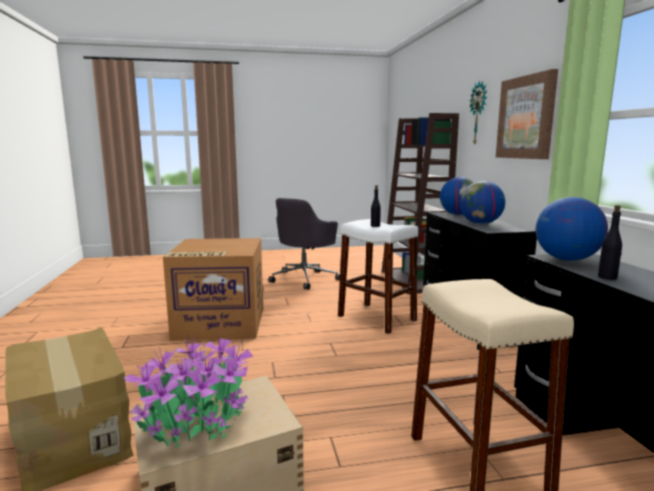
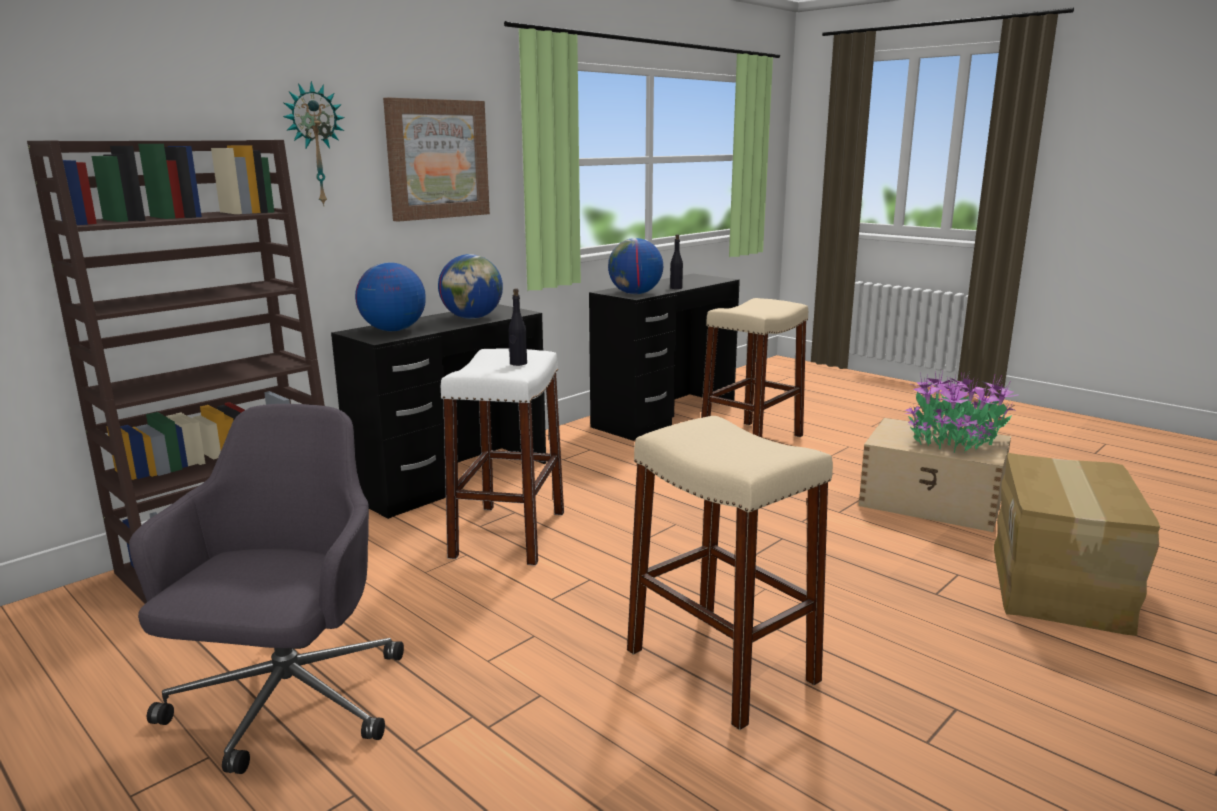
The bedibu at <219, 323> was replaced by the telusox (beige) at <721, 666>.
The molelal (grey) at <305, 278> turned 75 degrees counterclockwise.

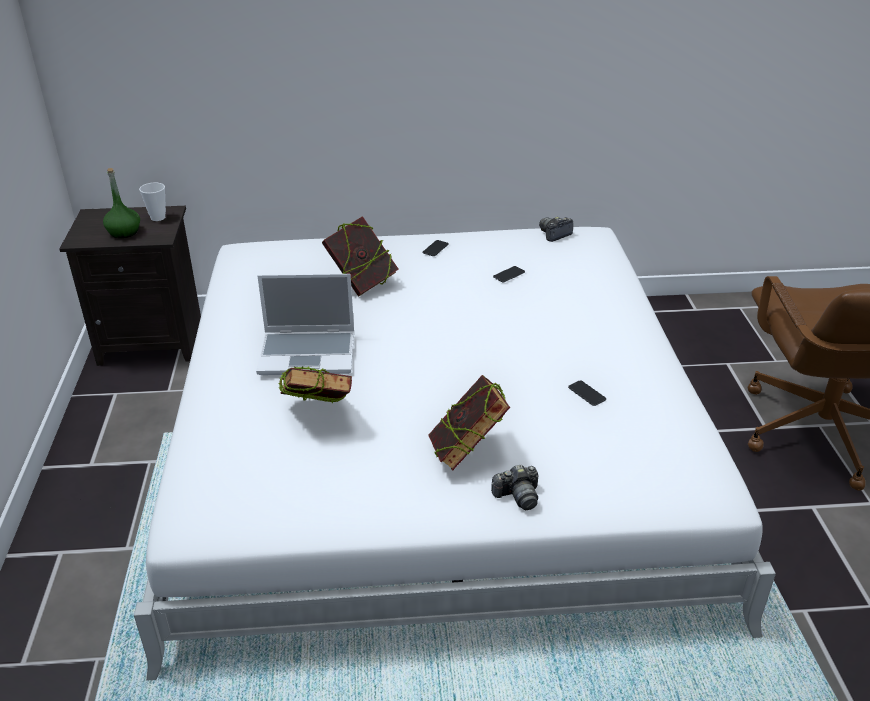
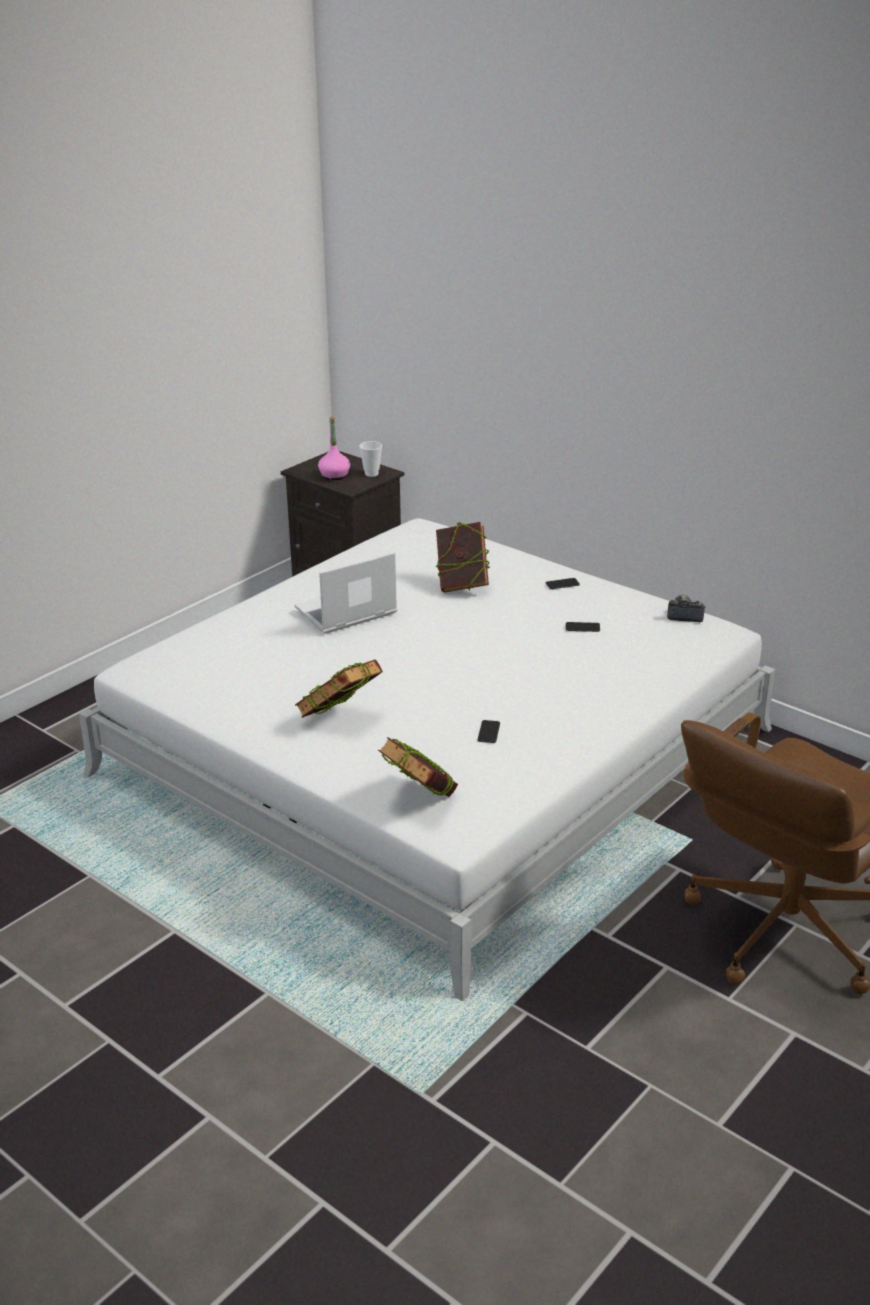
The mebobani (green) at <124, 232> became the mebobani (pink) at <334, 476>.
The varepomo at <309, 353> turned 105 degrees clockwise.
The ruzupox moved from <317, 416> to <419, 801>.
The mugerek at <517, 496> disappeared.

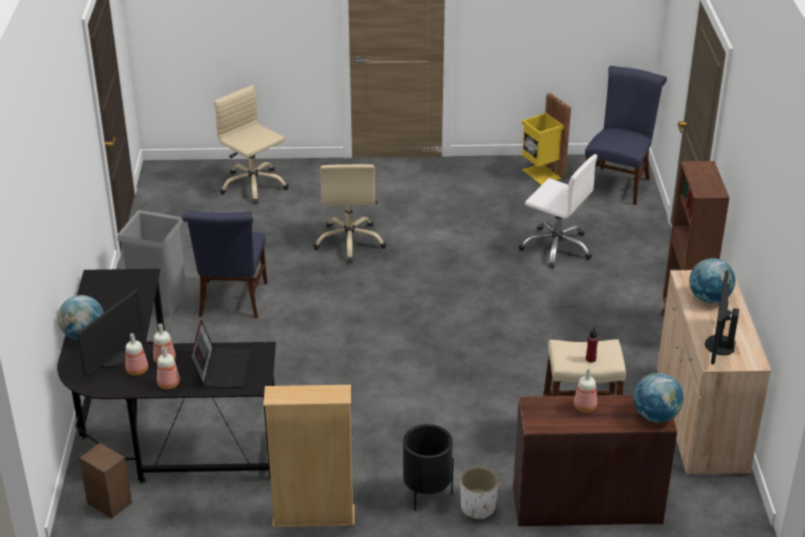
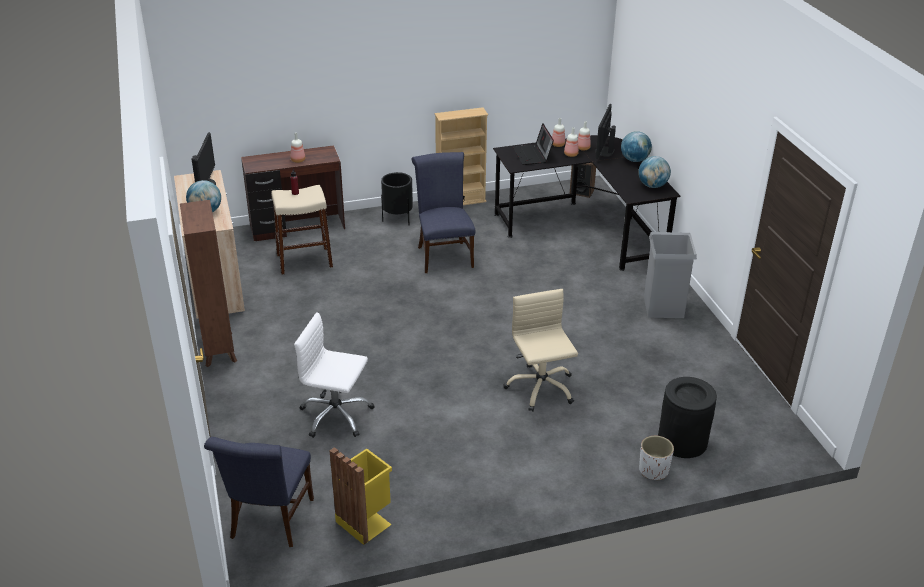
The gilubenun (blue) moved from <232, 302> to <444, 255>.
The molelal (beige) at <253, 186> was replaced by the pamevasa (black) at <682, 441>.
The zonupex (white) moved from <478, 508> to <653, 470>.
The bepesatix moved from <655, 416> to <652, 186>.

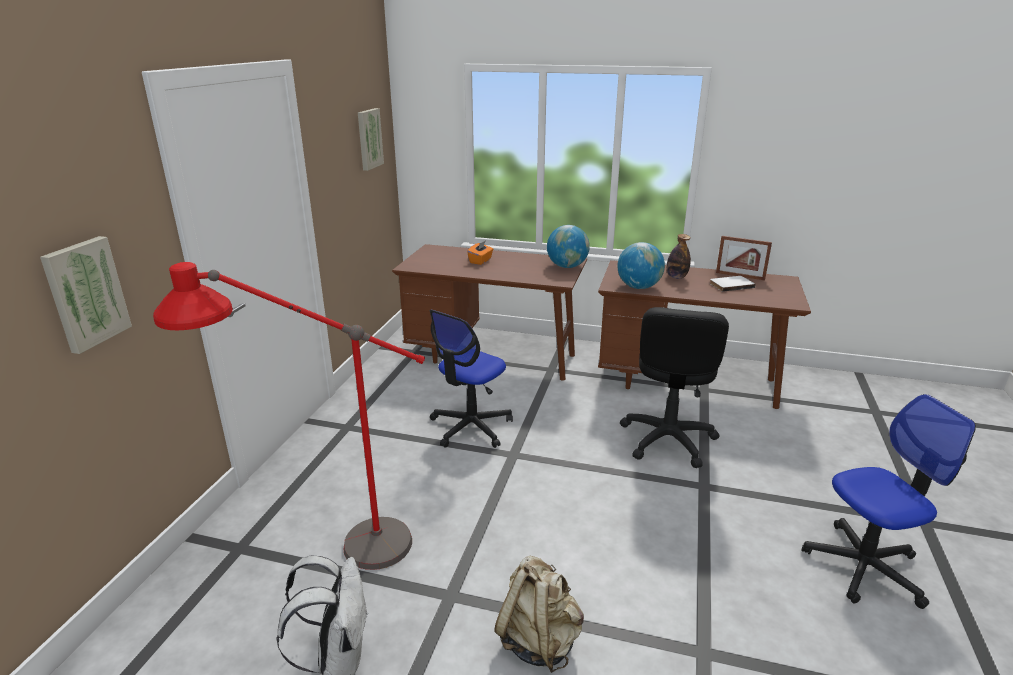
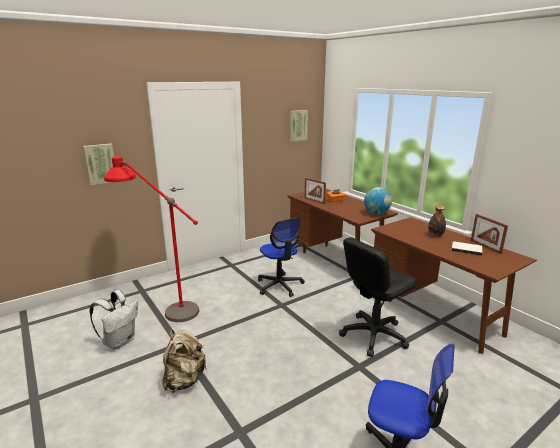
The molelal at <470, 427> turned 105 degrees counterclockwise.
The bepesatix at <638, 287> disappeared.
The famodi at <314, 201> appeared.

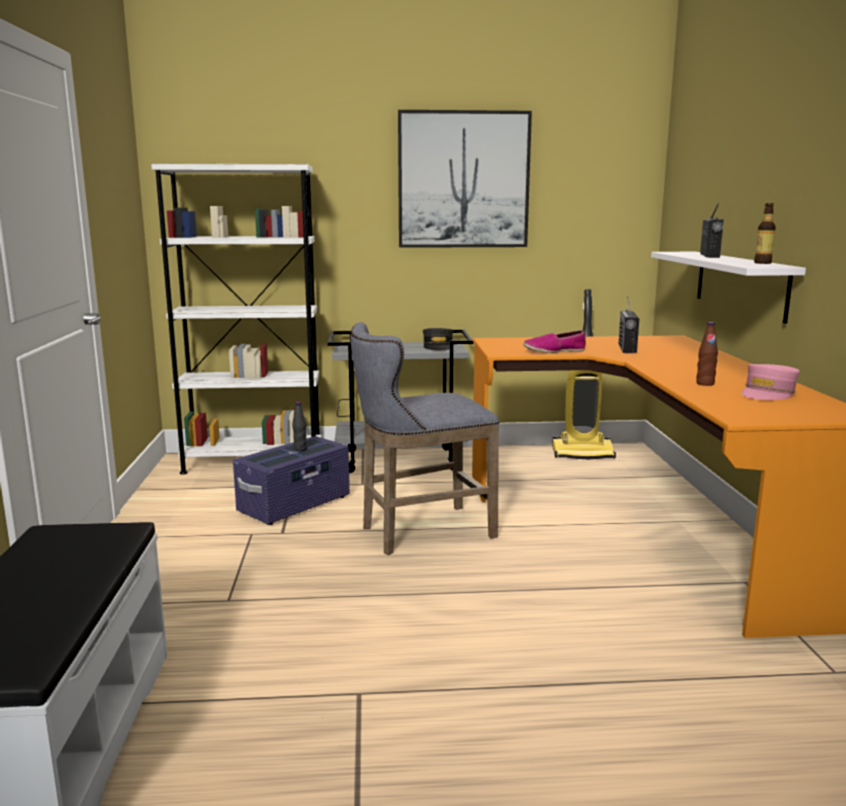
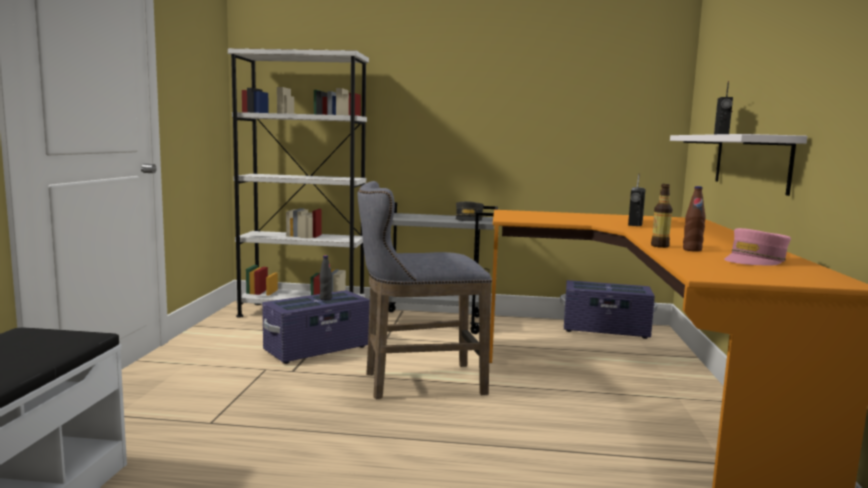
The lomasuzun at <463, 180> disappeared.
The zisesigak at <554, 351> disappeared.
The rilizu at <583, 453> was replaced by the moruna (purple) at <605, 330>.
The mebobani moved from <762, 263> to <659, 246>.

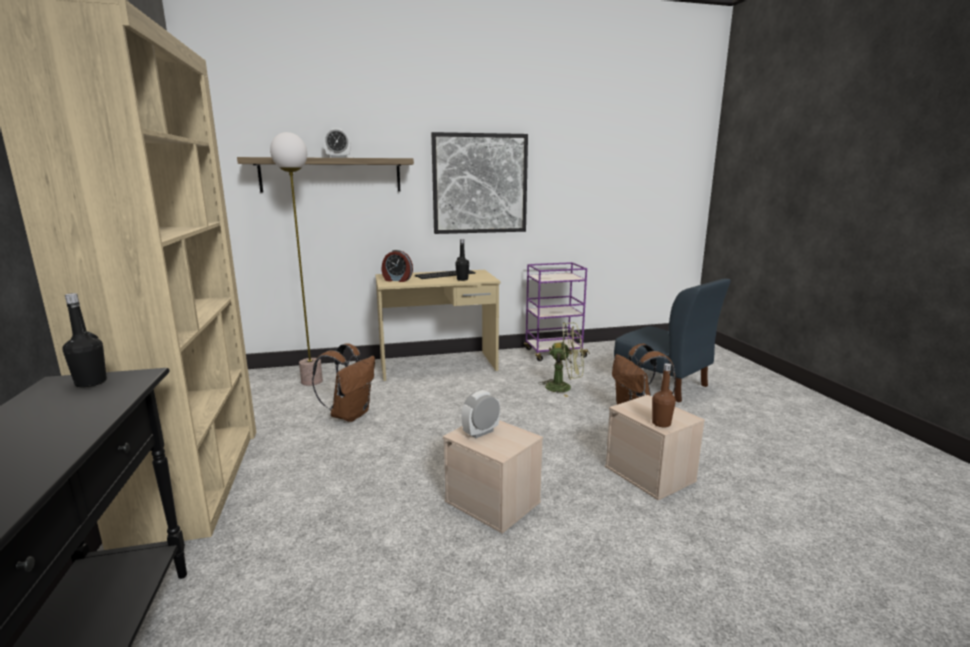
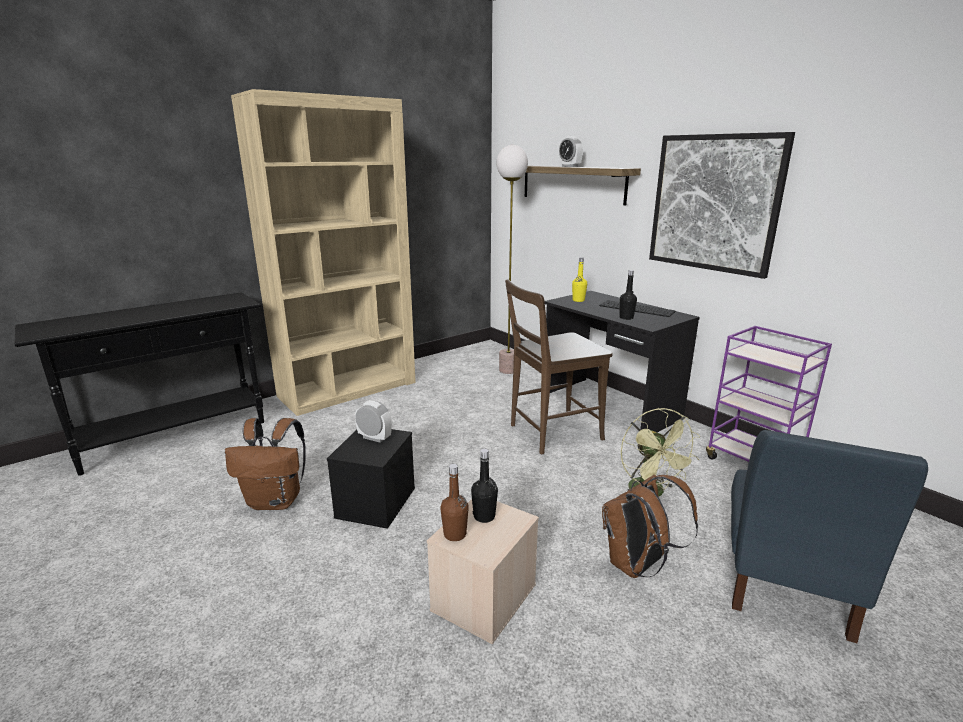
The mebobani (black) moved from <91, 383> to <484, 516>.
The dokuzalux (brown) moved from <350, 414> to <276, 501>.
The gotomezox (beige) at <438, 365> became the gotomezox (black) at <609, 406>.
The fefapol at <397, 280> was replaced by the mebobani (yellow) at <578, 300>.
The moruna (beige) at <494, 501> became the moruna (black) at <376, 503>.
The gilubenun (brown) at <551, 433> appeared.

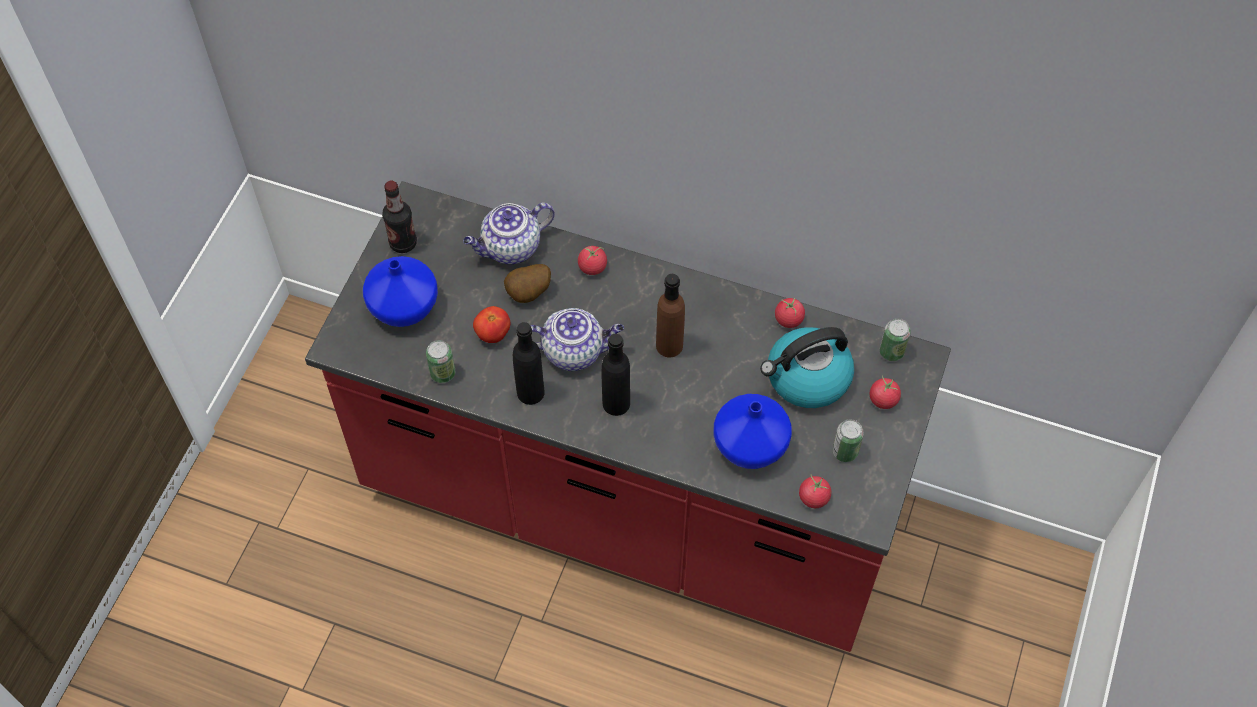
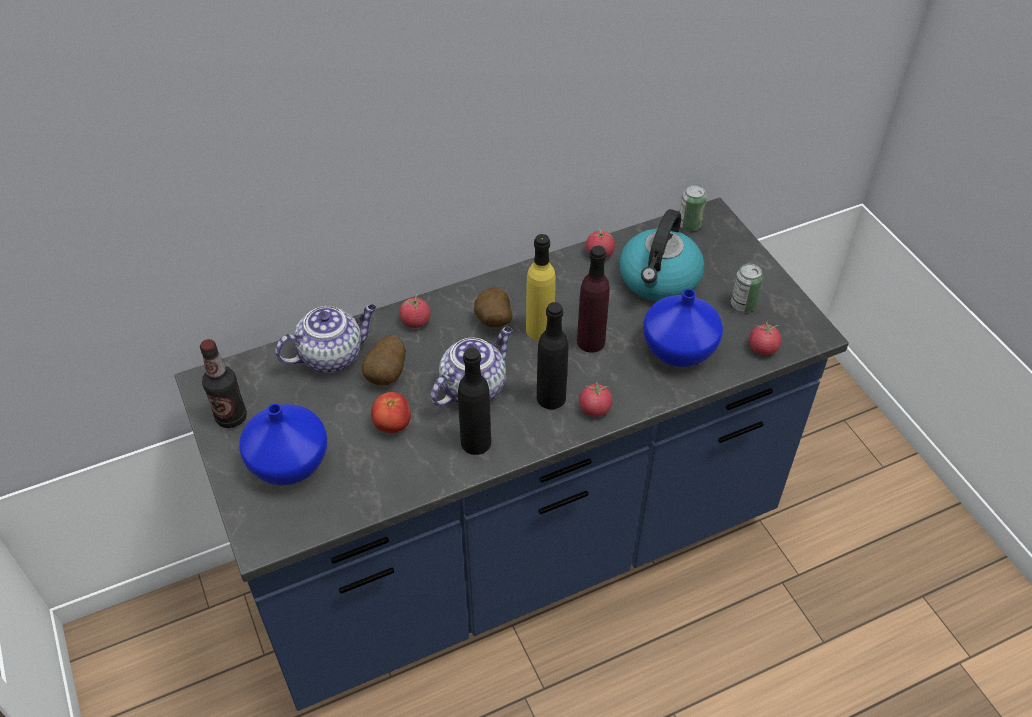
The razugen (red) at <628, 506> became the razugen (blue) at <516, 551>.
The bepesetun at <443, 373> disappeared.
The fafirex at <510, 248> turned 135 degrees counterclockwise.
The mebobani (brown) at <669, 345> became the mebobani (yellow) at <539, 330>.
The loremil moved from <883, 399> to <595, 409>.
The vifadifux at <493, 322> appeared.
The mebobani (purple) at <590, 342> appeared.

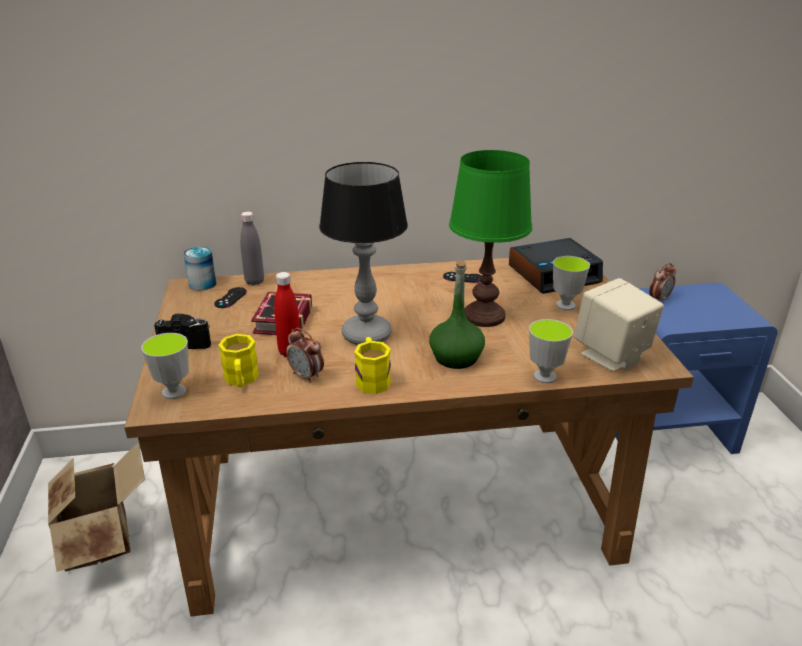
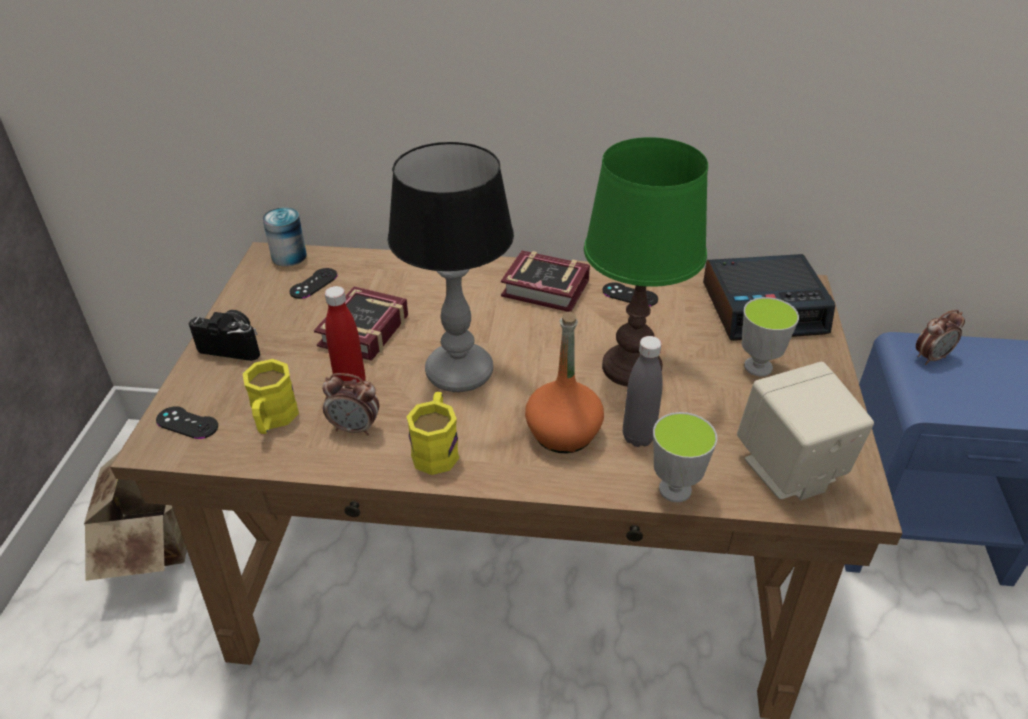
The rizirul at <174, 392> was replaced by the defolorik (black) at <187, 423>.
The mebobani (grey) moved from <254, 281> to <638, 437>.
The fefapol at <306, 376> turned 45 degrees counterclockwise.
The mebobani (green) at <456, 358> became the mebobani (orange) at <563, 433>.
The ruzupox at <548, 290> appeared.

